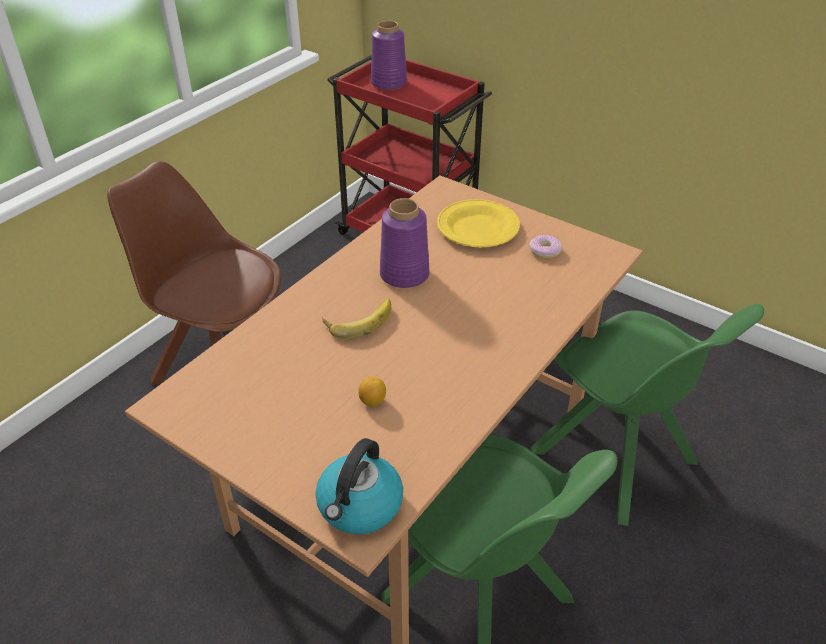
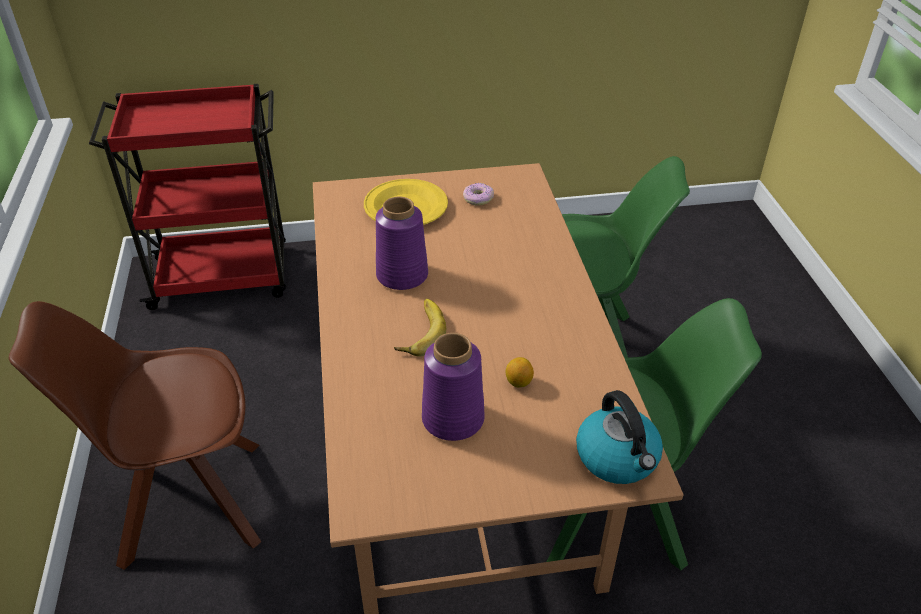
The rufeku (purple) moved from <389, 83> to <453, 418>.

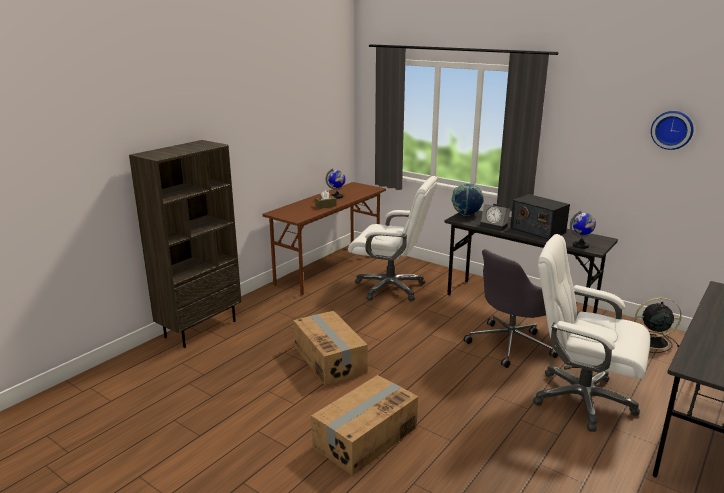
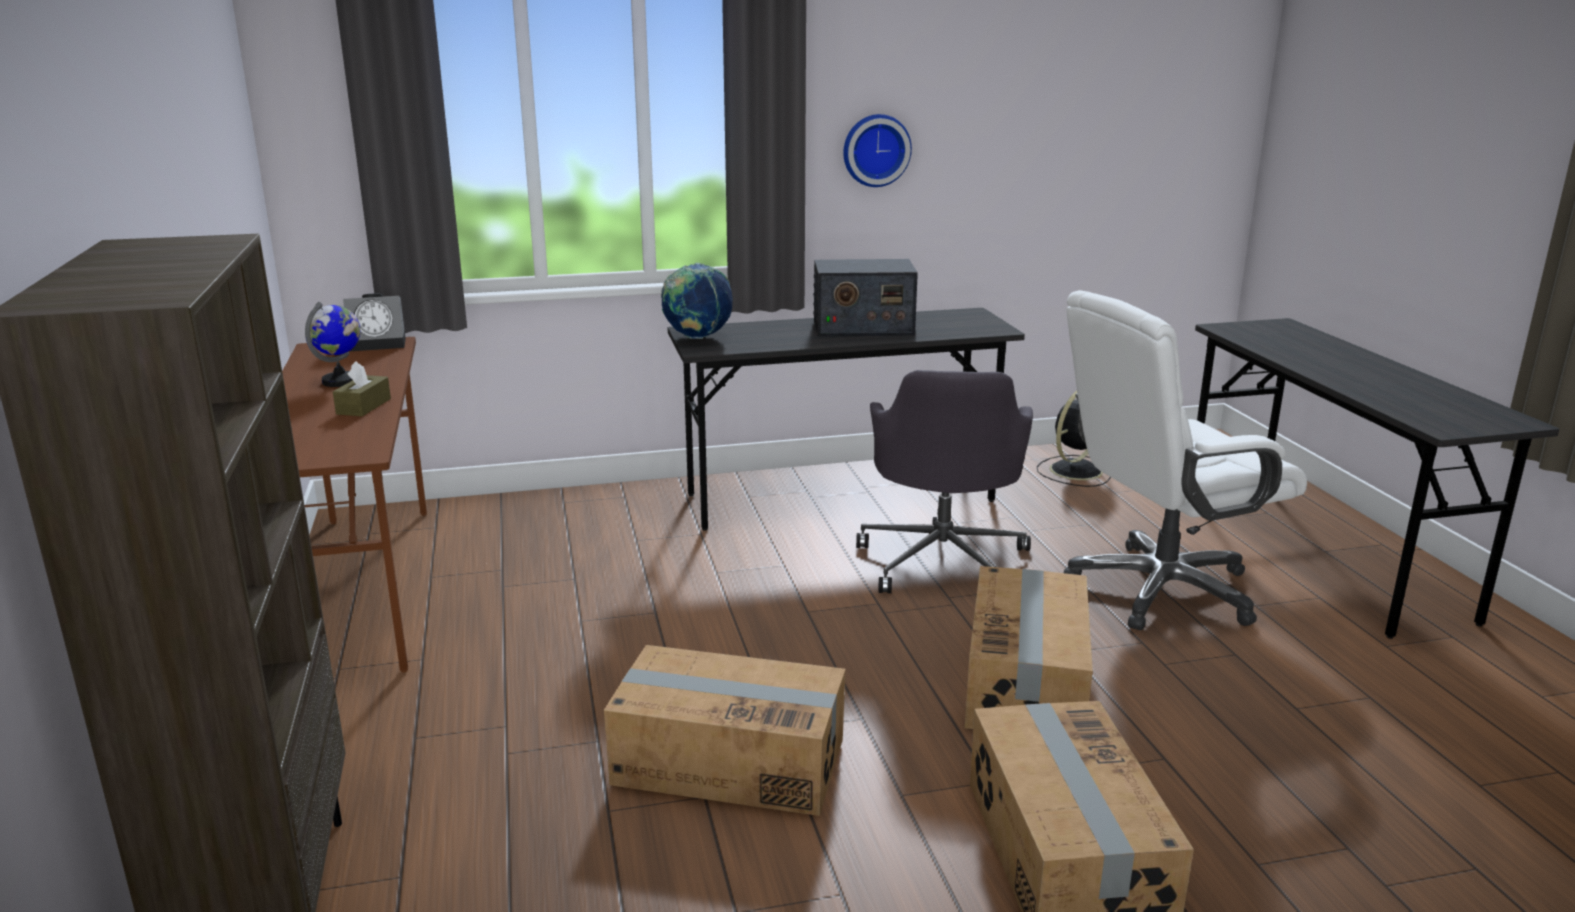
The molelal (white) at <391, 287> disappeared.
The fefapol moved from <495, 226> to <379, 343>.
The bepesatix at <580, 245> disappeared.
The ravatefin moved from <672, 129> to <875, 150>.
The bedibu at <1027, 681> appeared.

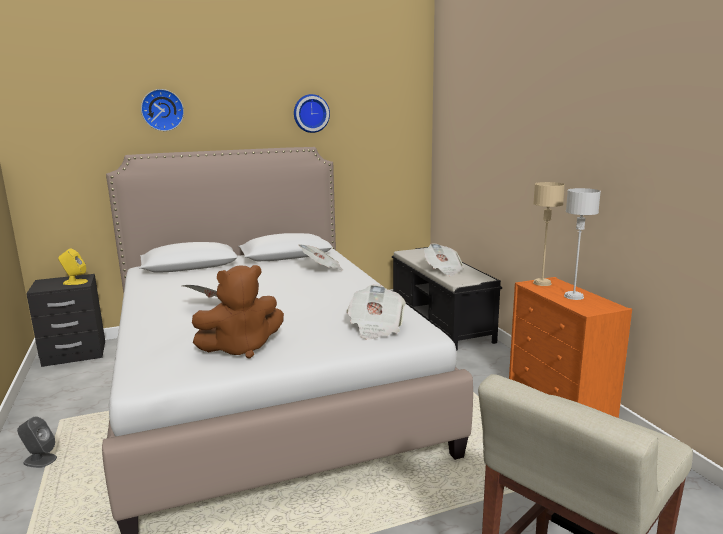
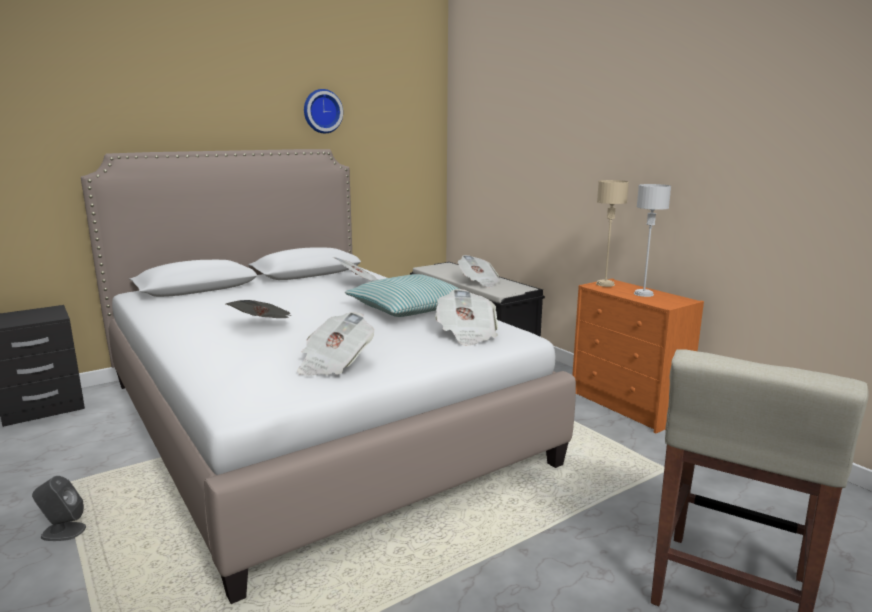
The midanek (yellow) at <75, 282> disappeared.
The ravatefin at <162, 110> disappeared.
The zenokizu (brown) at <241, 348> was replaced by the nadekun at <334, 364>.
The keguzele at <408, 309> appeared.

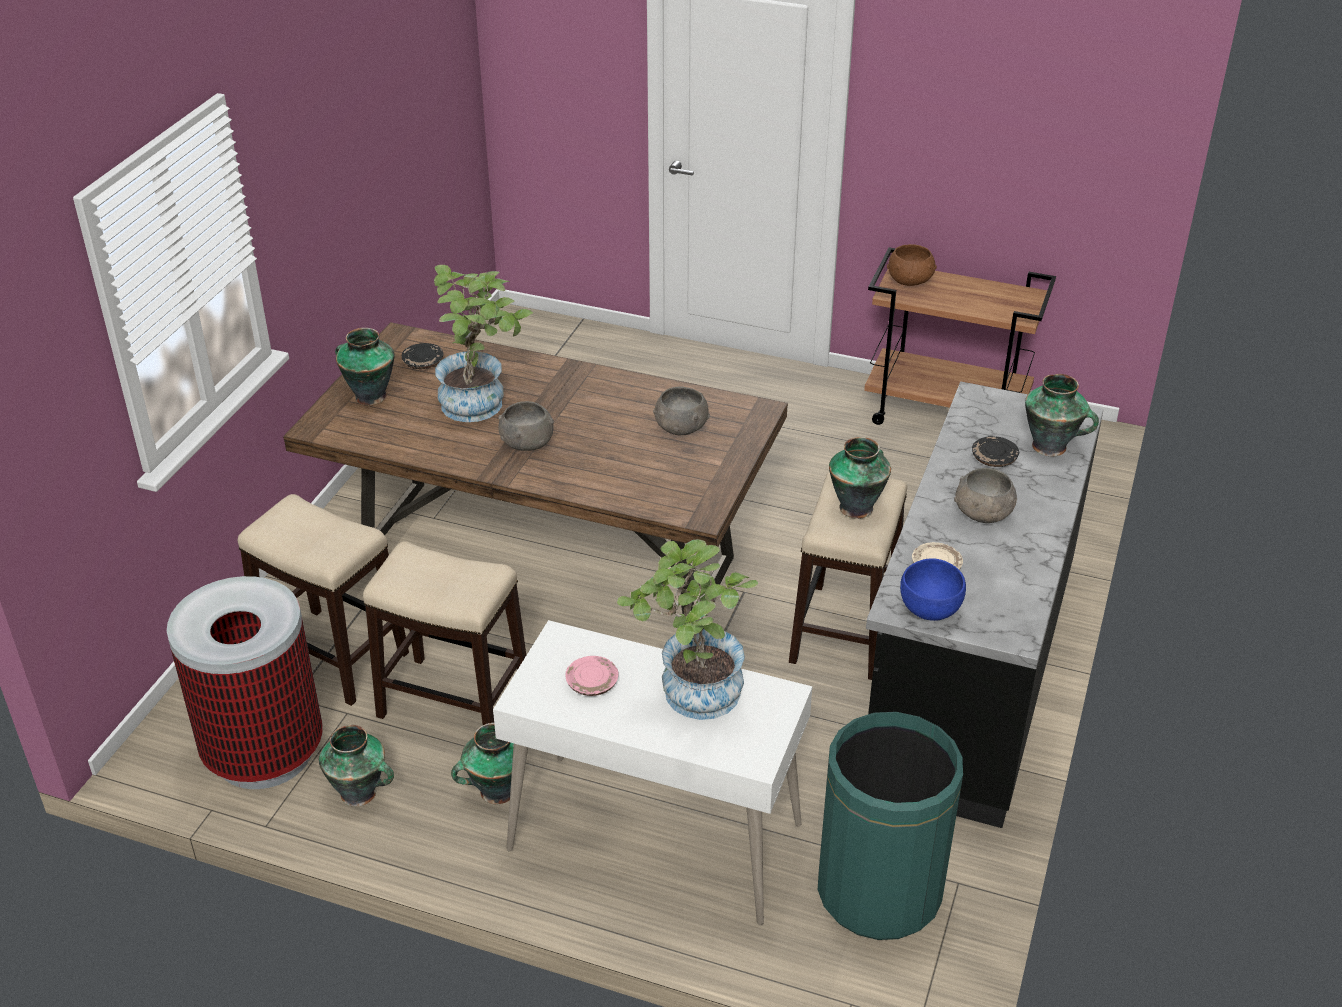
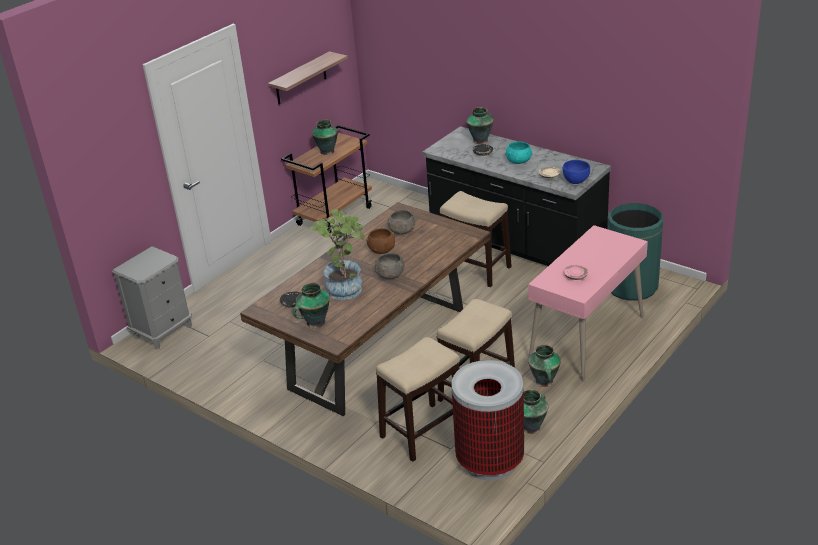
The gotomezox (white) at <654, 838> became the gotomezox (pink) at <587, 339>.
The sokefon at <691, 696> disappeared.
The rufeku moved from <857, 507> to <326, 151>.
The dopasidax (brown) moved from <910, 280> to <382, 250>.
The dopasidax (grey) at <983, 514> became the dopasidax (turquoise) at <519, 161>.
The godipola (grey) at <163, 331> appeared.
The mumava at <301, 79> appeared.

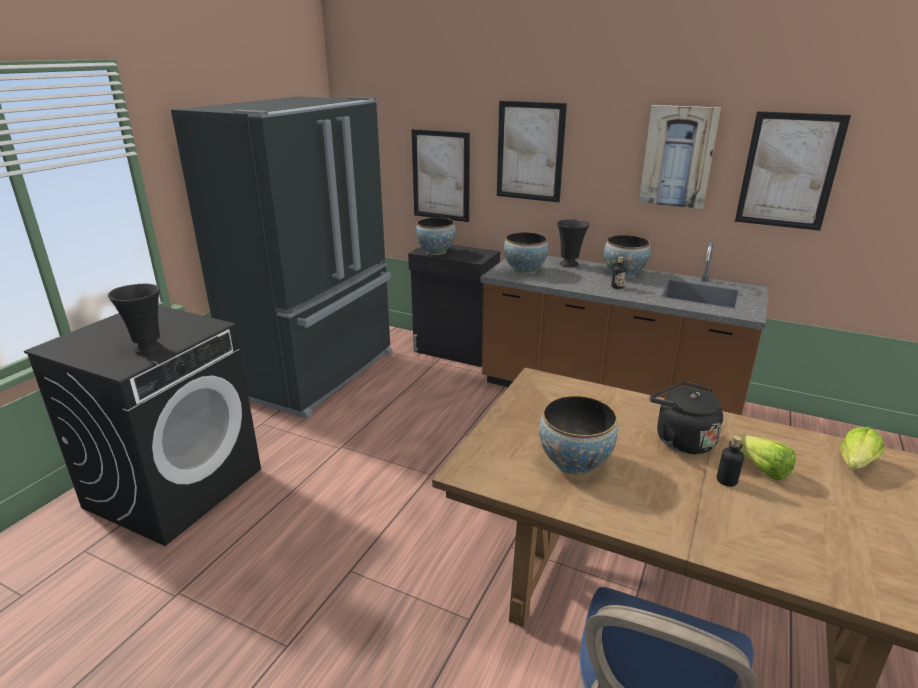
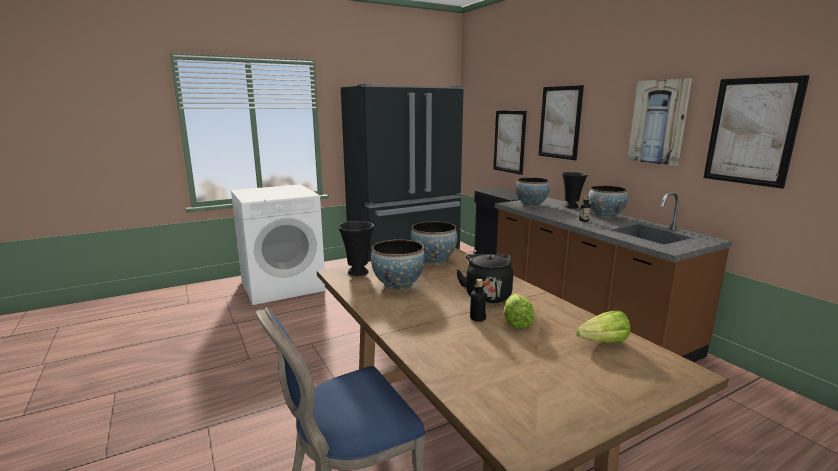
The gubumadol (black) at <175, 487> became the gubumadol (white) at <283, 286>.
The rufeku (black) moved from <148, 349> to <358, 272>.
The dopasidax moved from <436, 252> to <433, 260>.

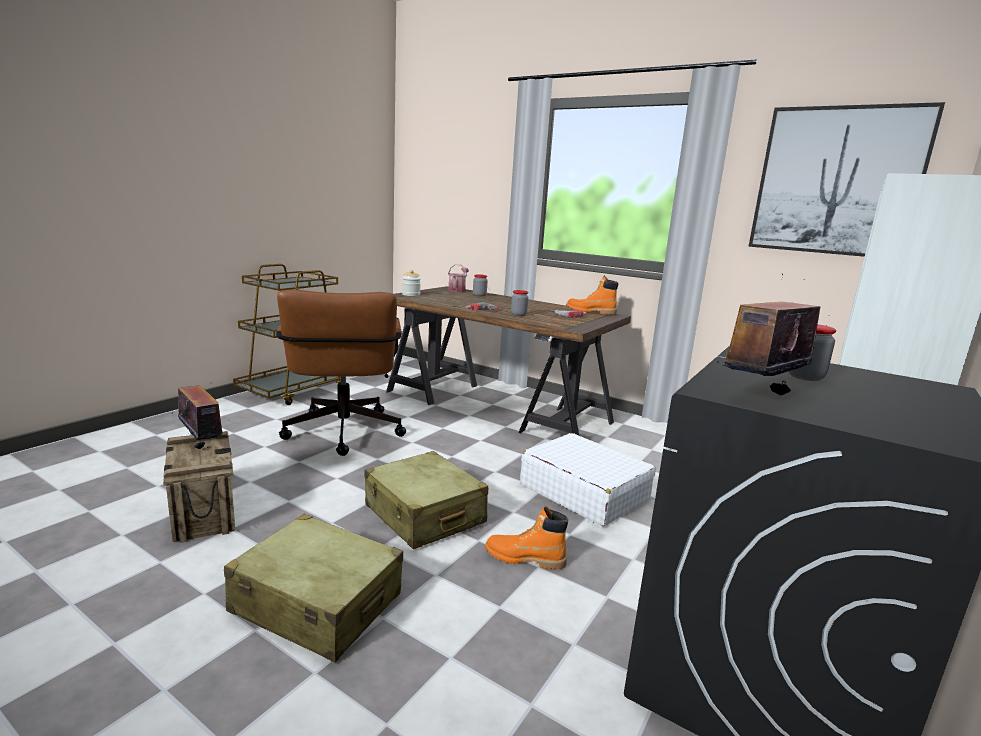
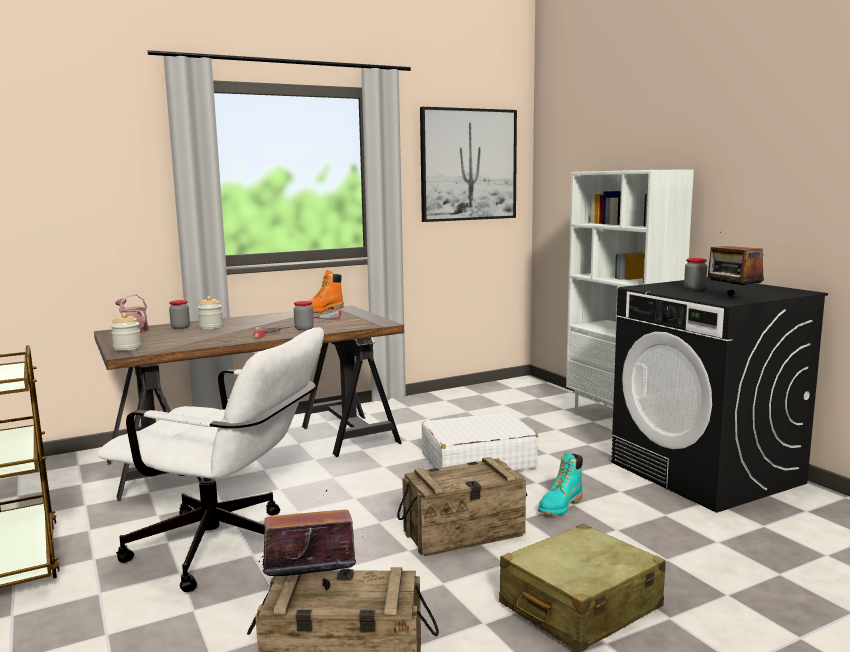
The molelal (brown) at <343, 435> became the molelal (white) at <227, 549>.
The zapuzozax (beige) at <424, 515> was replaced by the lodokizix at <463, 533>.
The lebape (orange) at <524, 558> became the lebape (turquoise) at <560, 506>.
The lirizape at <211, 327> appeared.

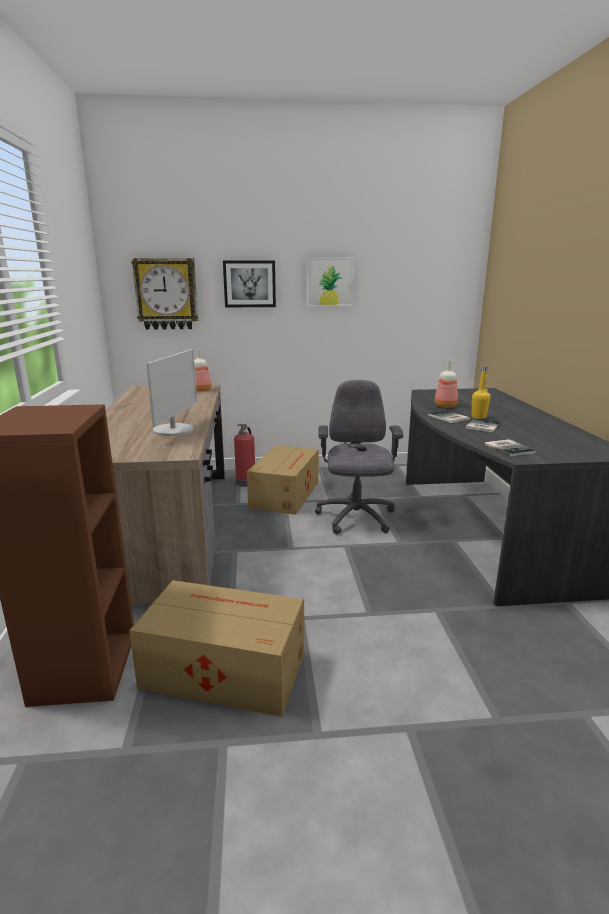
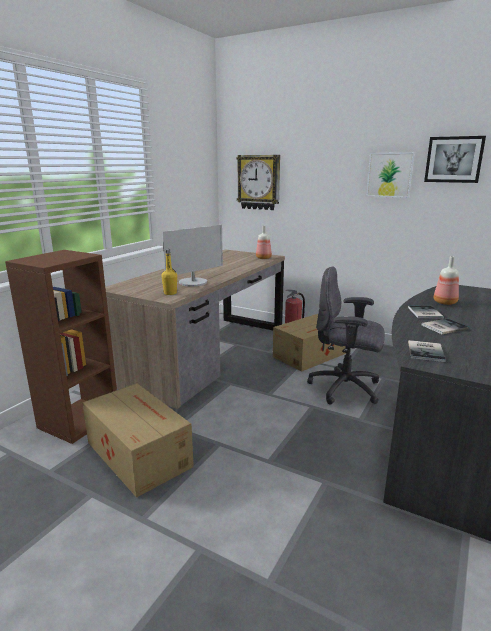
The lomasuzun moved from <249, 284> to <454, 159>.
The molelal (grey) at <355, 518> turned 105 degrees counterclockwise.
The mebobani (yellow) moved from <478, 417> to <170, 293>.

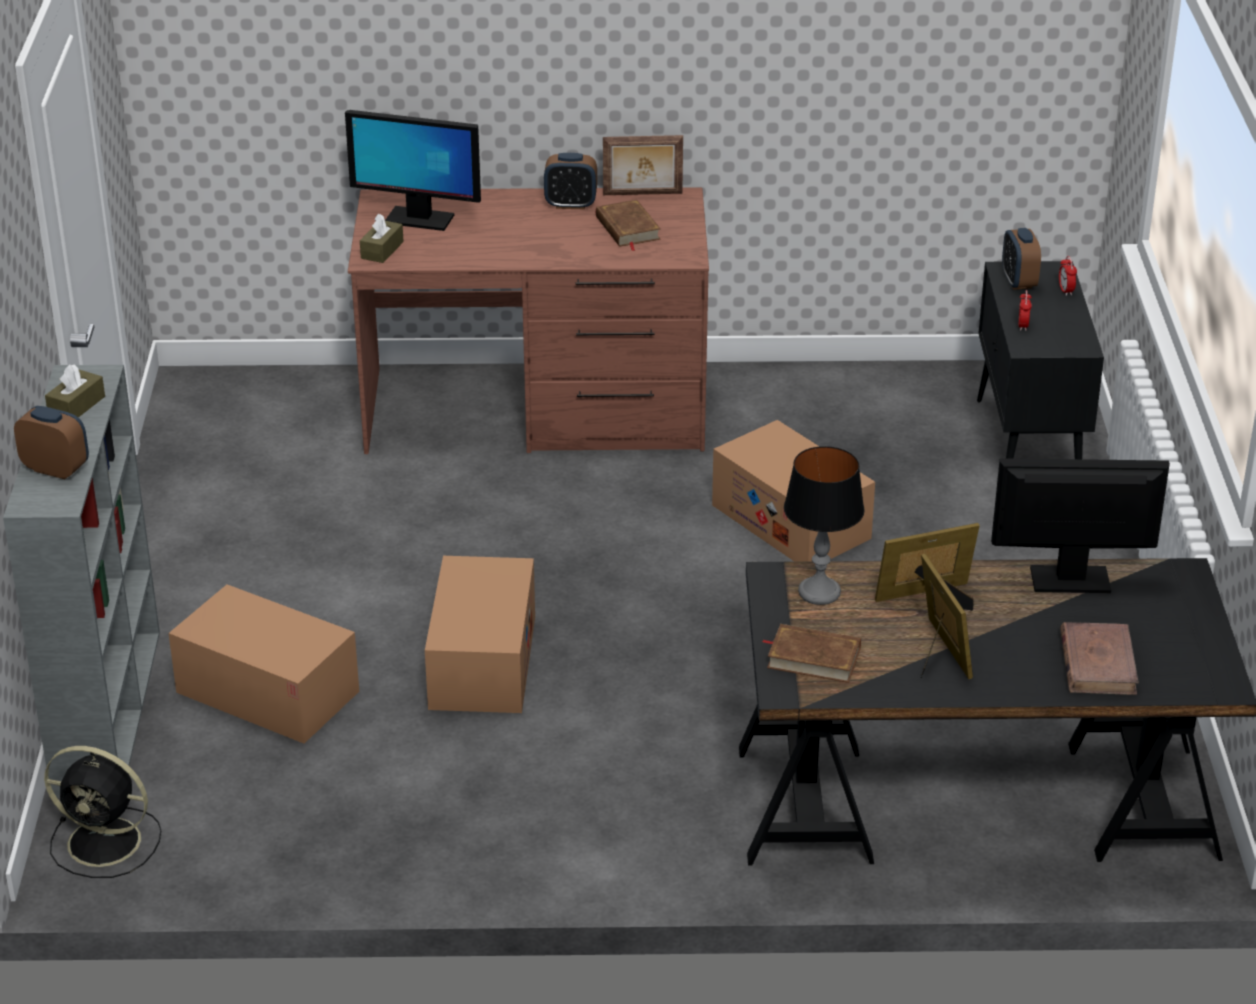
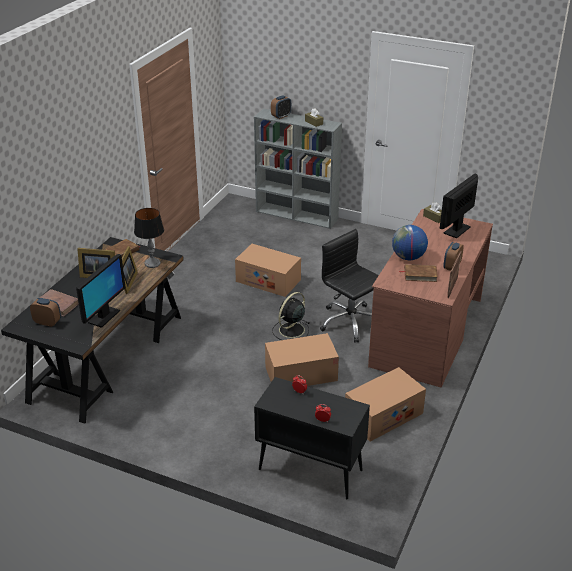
The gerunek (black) moved from <107, 842> to <291, 330>.
The bedibu moved from <267, 692> to <383, 415>.
The fefapol moved from <1018, 281> to <47, 322>.
The molelal (black) at <350, 322> appeared.
The bepesatix at <408, 257> appeared.

